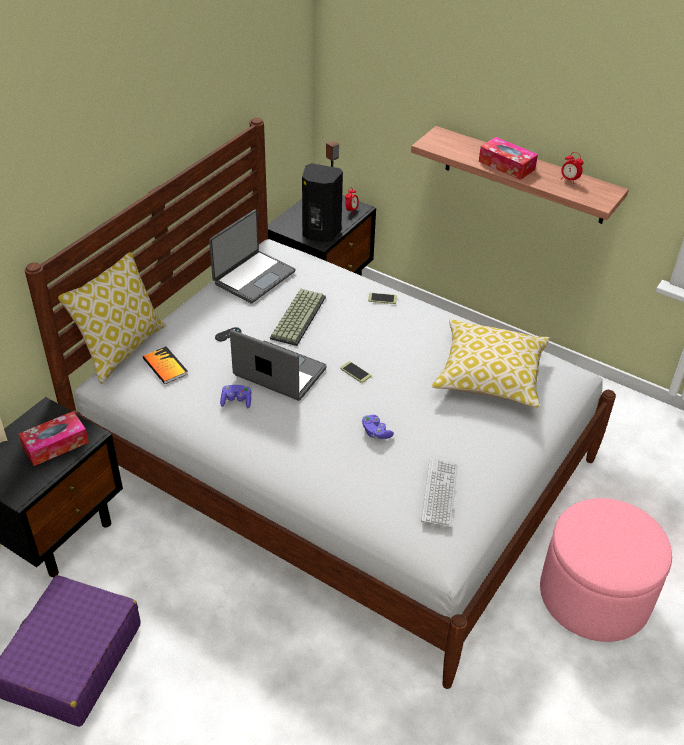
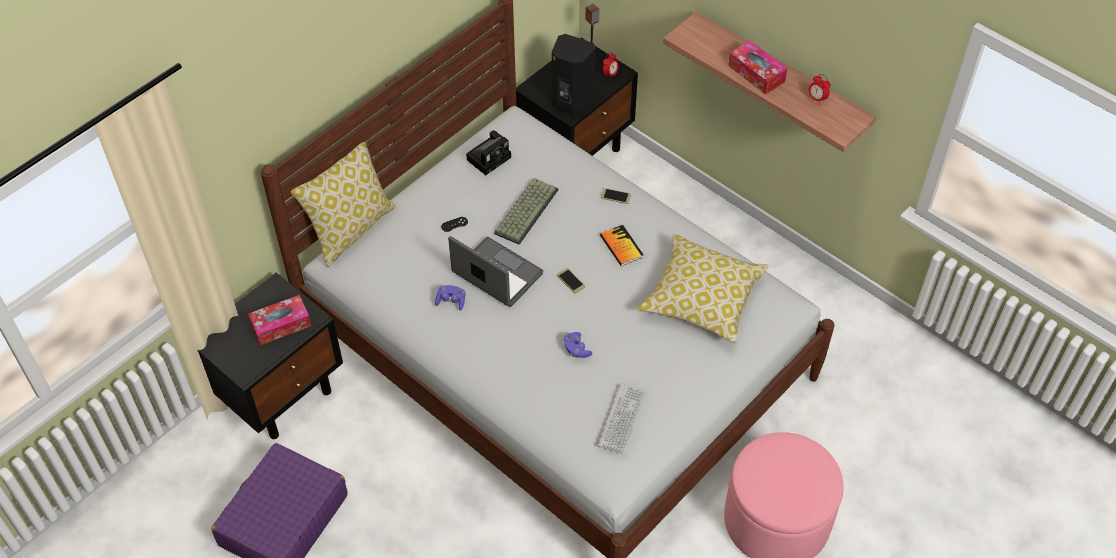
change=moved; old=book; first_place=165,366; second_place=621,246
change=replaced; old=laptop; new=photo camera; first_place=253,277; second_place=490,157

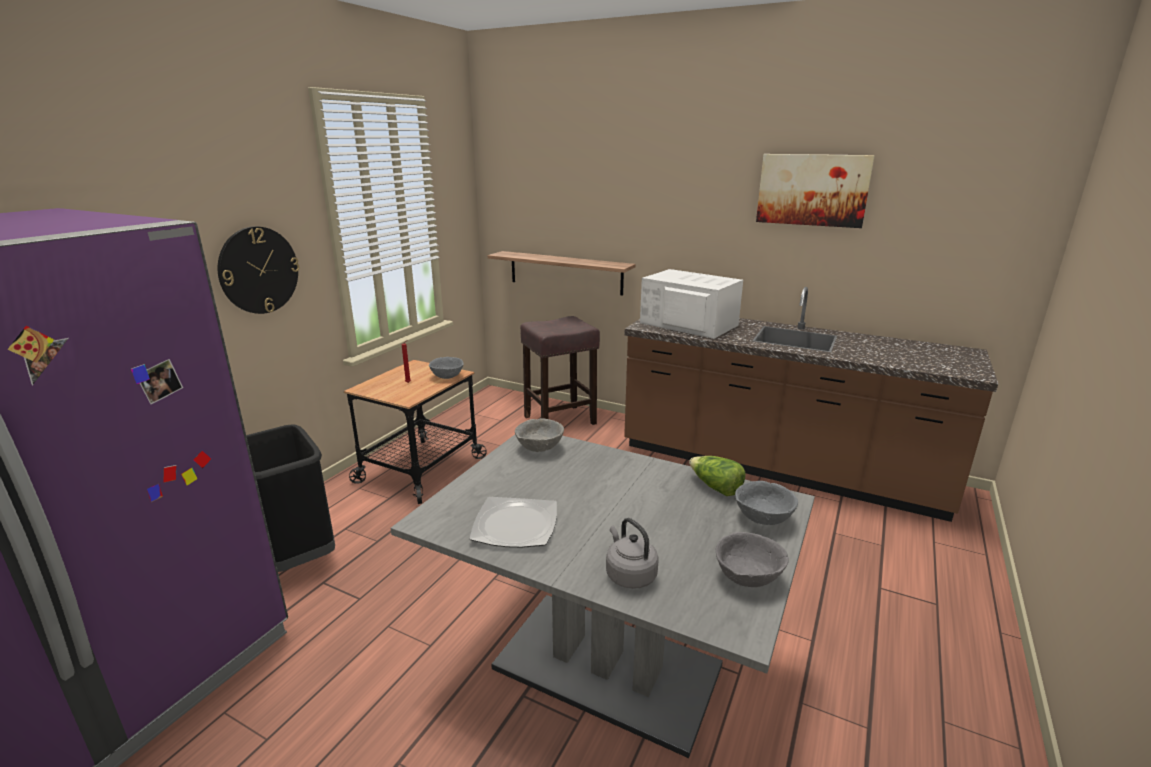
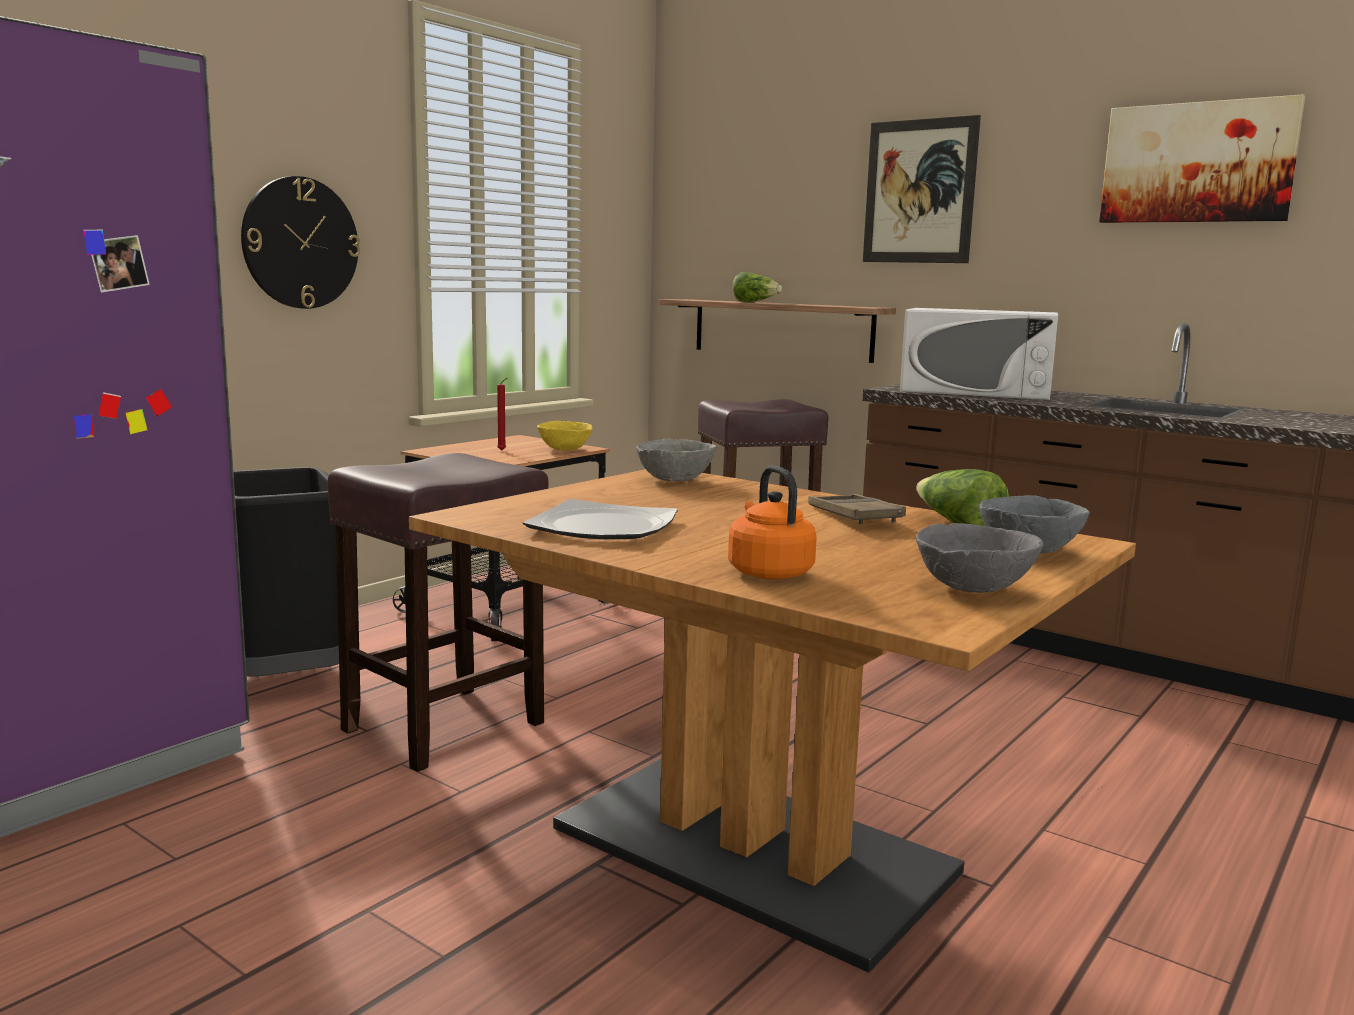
change=recoloured; old=grey dining table; new=brown dining table; first_place=607,667; second_place=752,850
change=recoloured; old=grey bowl; new=yellow bowl; first_place=447,376; second_place=565,449
change=recoloured; old=grey kettle; new=orange kettle; first_place=629,575; second_place=768,572
change=turned; old=white microwave; first_place=688,324; second_place=976,391; degrees=150
change=added; new=brown stool; second_place=446,725
change=added; new=lettuce; second_place=755,302
change=added; new=brown tray; second_place=854,517
change=added; new=picture; second_place=919,191

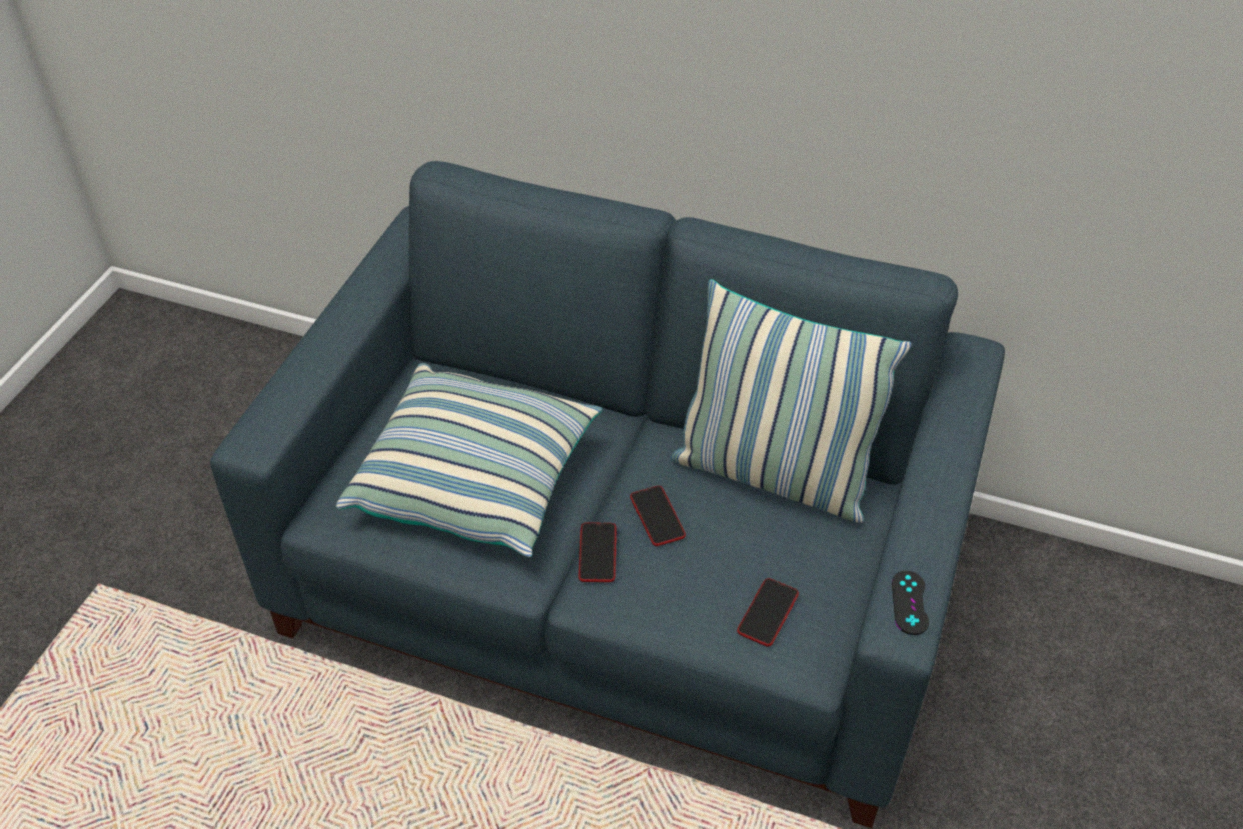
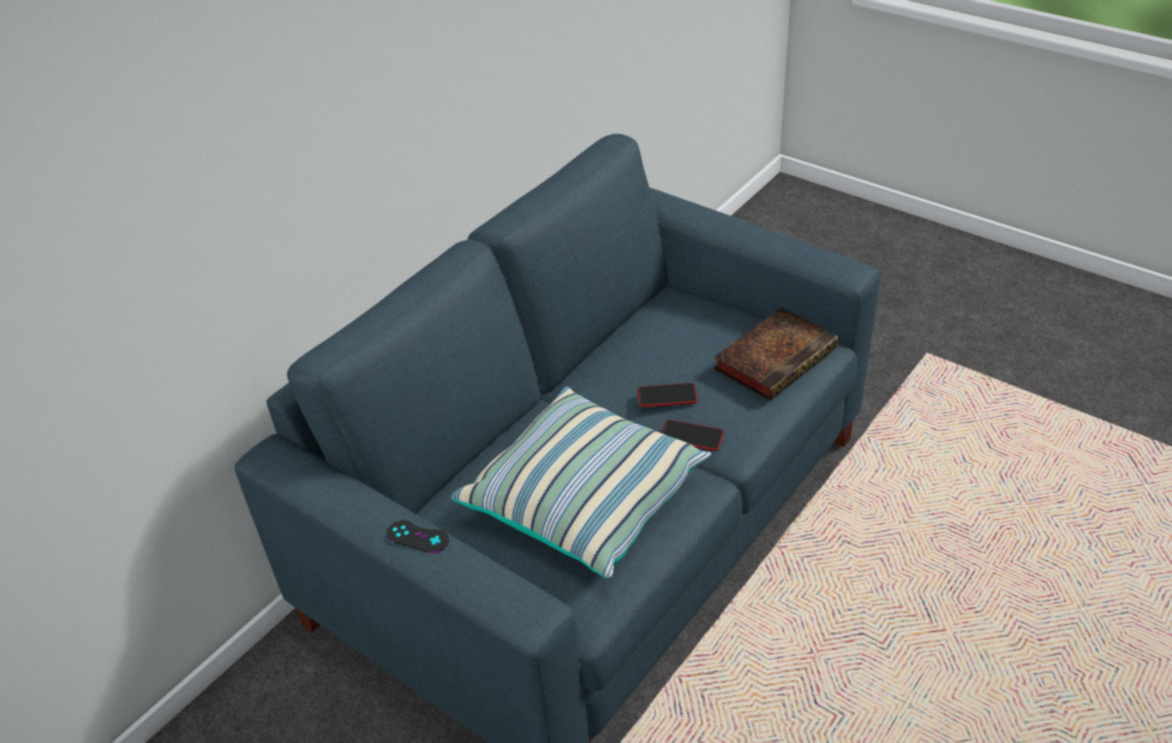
change=removed; old=pillow; first_place=772,474
change=replaced; old=phone; new=book; first_place=768,613; second_place=776,357
change=moved; old=black game controller; first_place=910,603; second_place=417,537

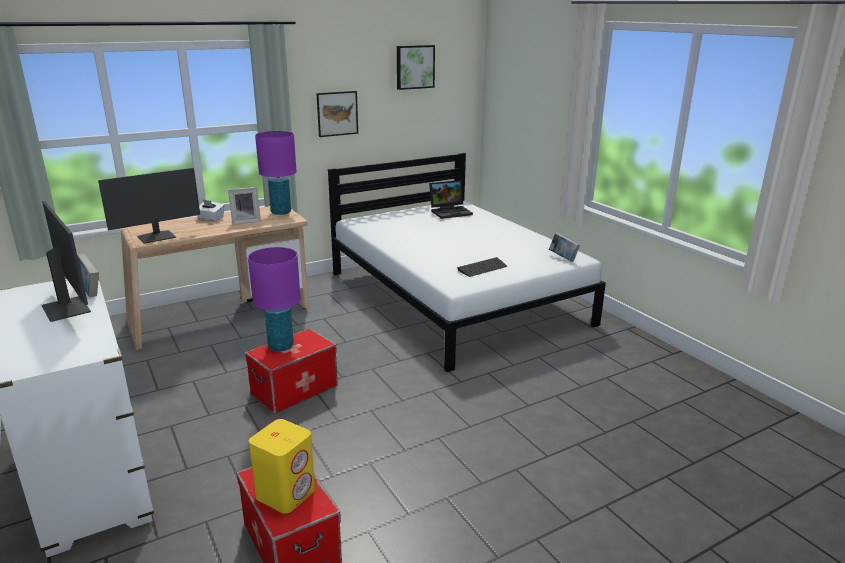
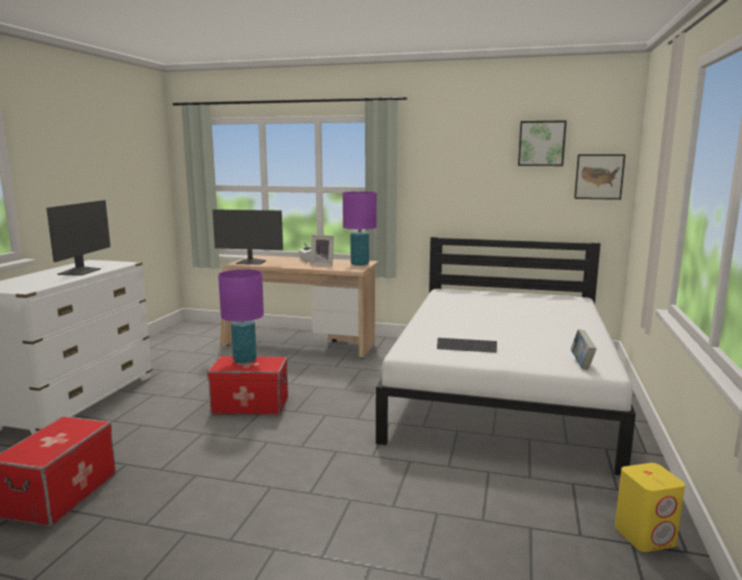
change=removed; old=book; first_place=90,290
change=moved; old=yellow speaker; first_place=286,493; second_place=645,536
change=moved; old=picture; first_place=337,113; second_place=599,176
change=removed; old=laptop; first_place=451,212

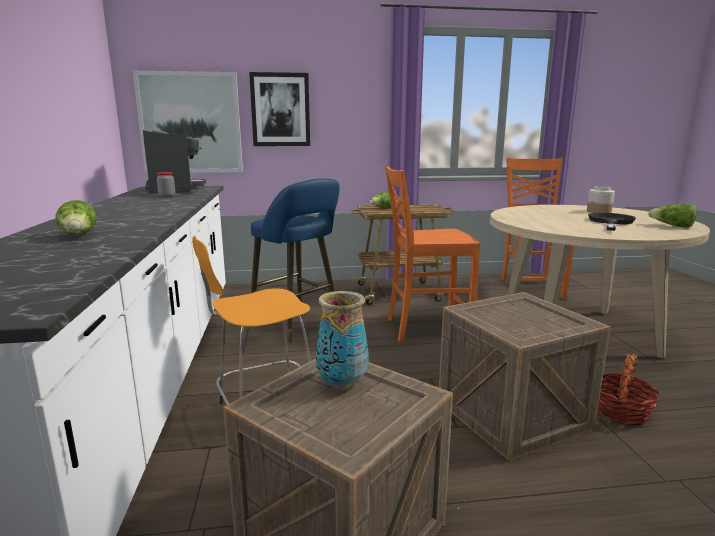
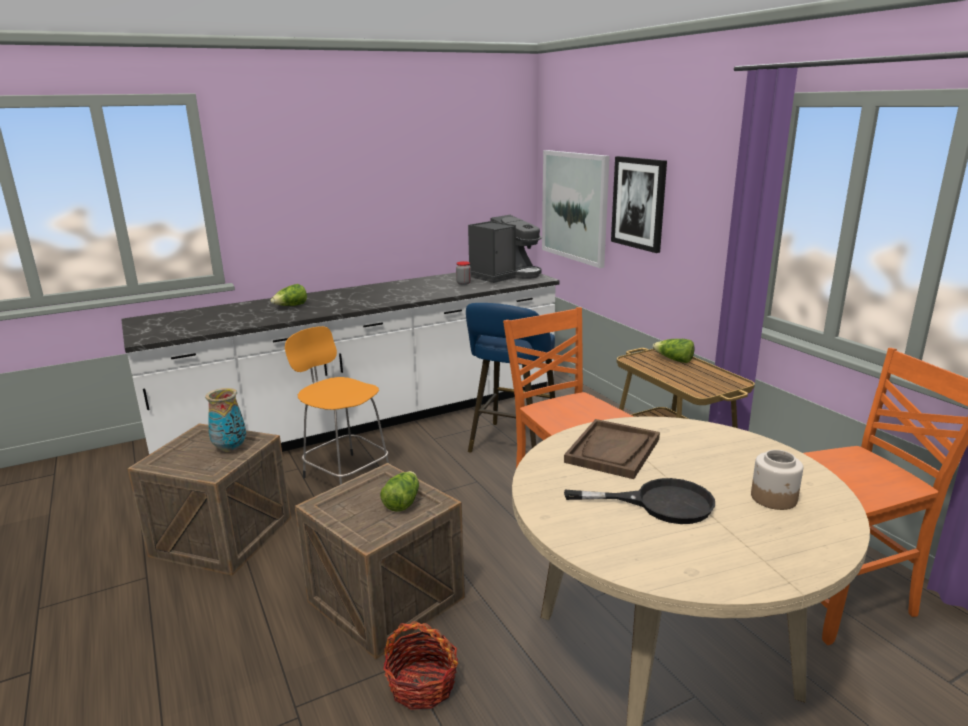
change=moved; old=lettuce; first_place=672,226; second_place=402,502
change=added; new=brown tray; second_place=613,451

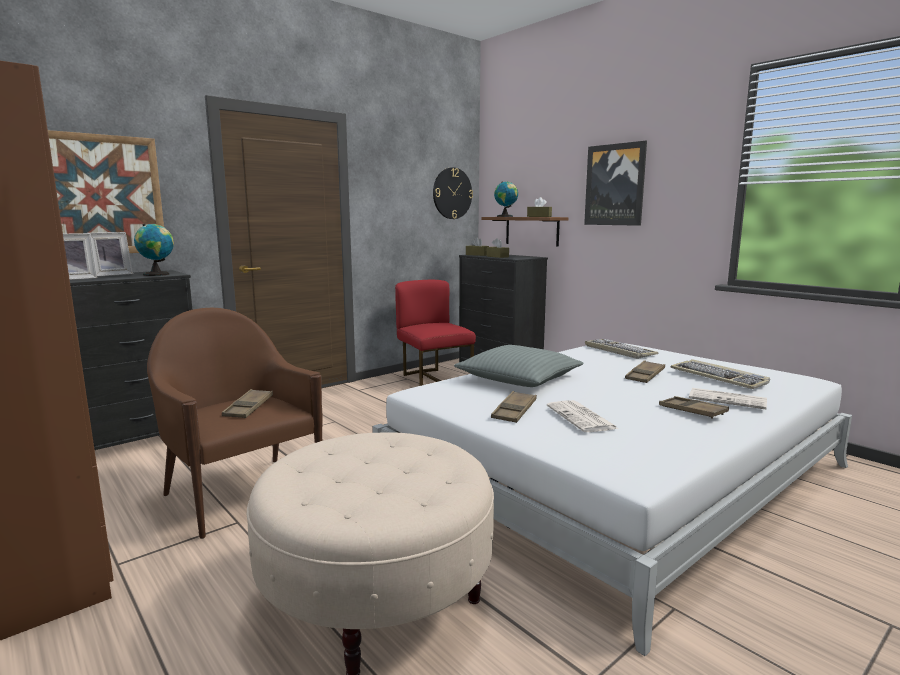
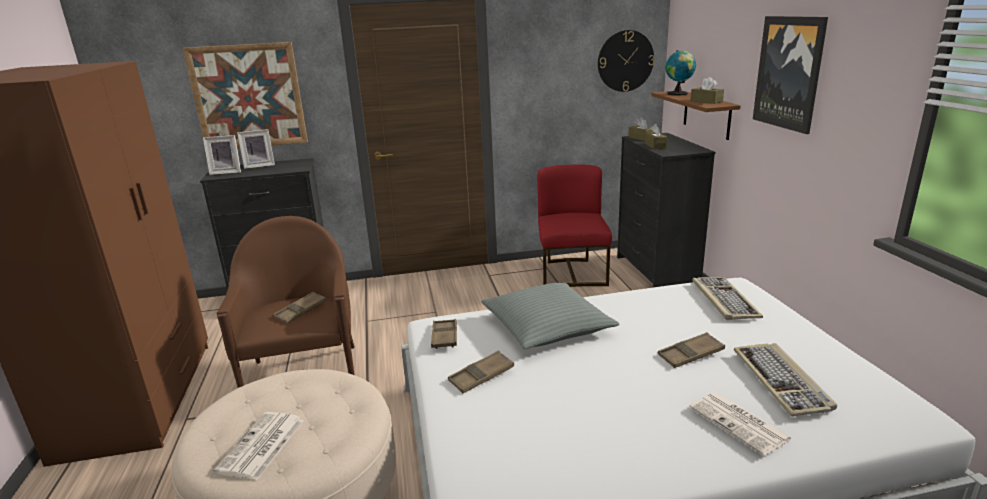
change=removed; old=globe; first_place=158,274
change=moved; old=newspaper; first_place=582,418; second_place=261,446
change=moved; old=brown tray; first_place=692,411; second_place=444,337

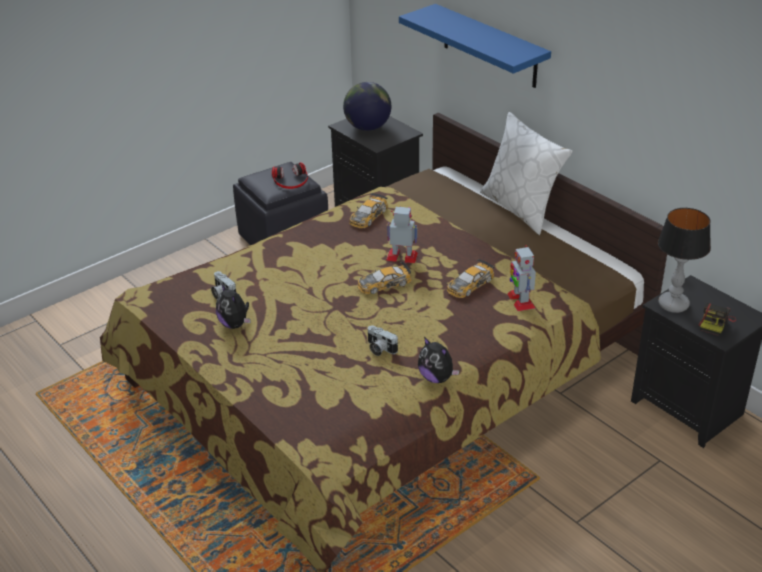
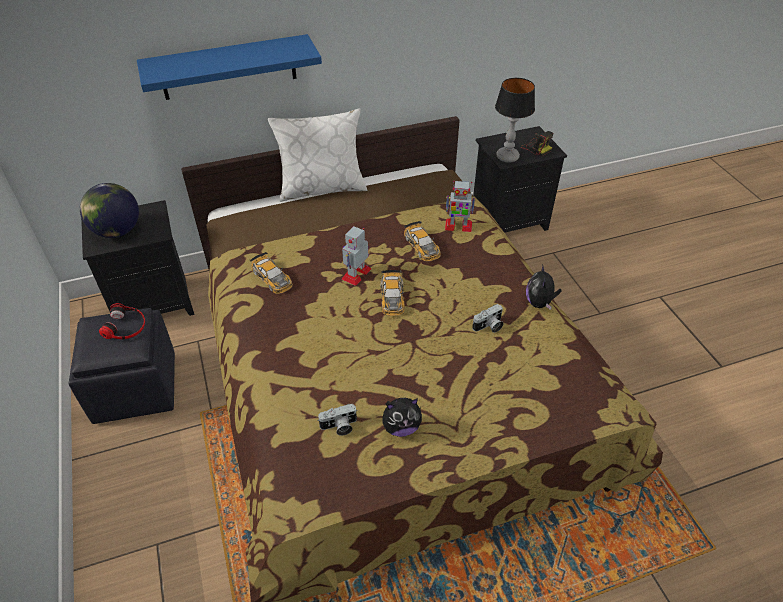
change=turned; old=plush toy; first_place=436,378; second_place=539,303; degrees=120

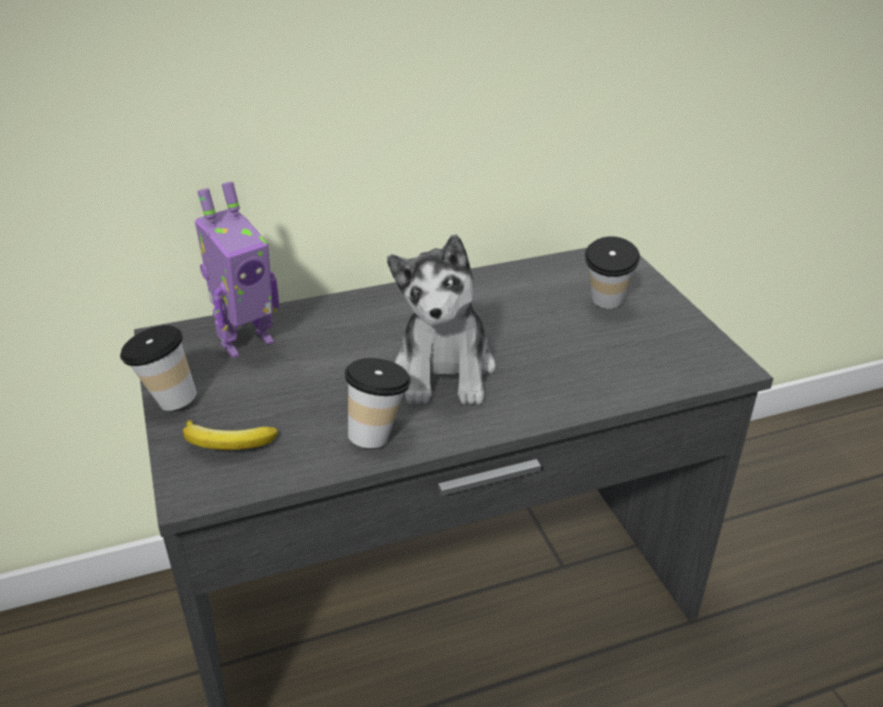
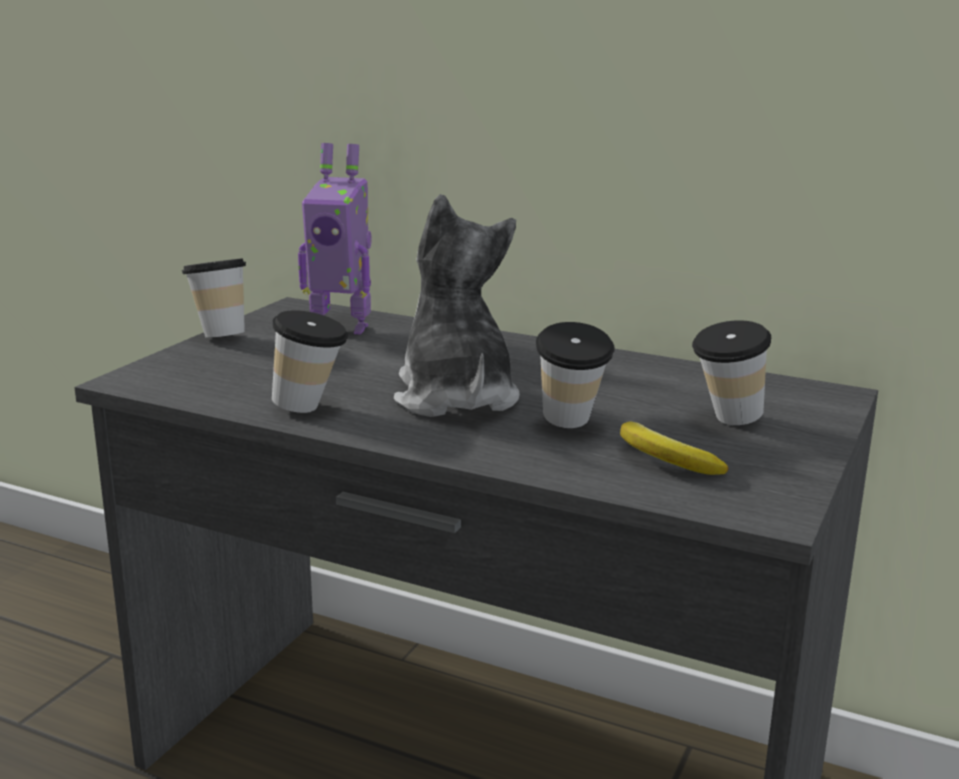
change=moved; old=banana; first_place=227,444; second_place=664,460
change=turned; old=plush toy; first_place=445,370; second_place=455,397; degrees=120
change=added; new=cup; second_place=570,426

